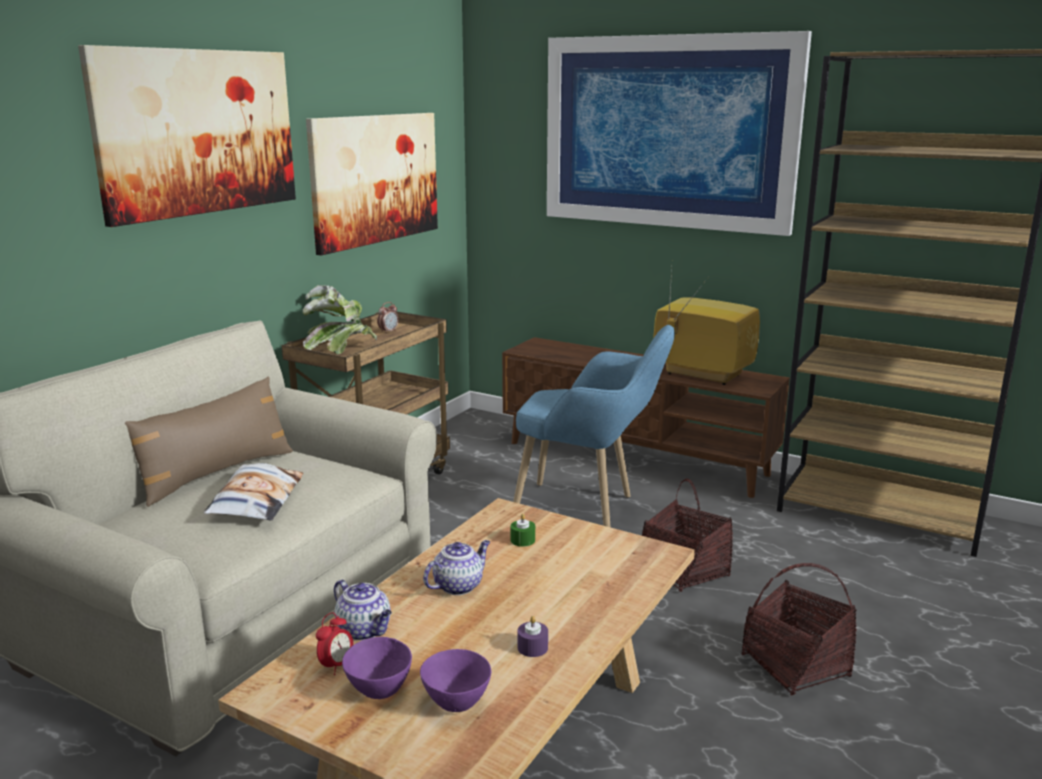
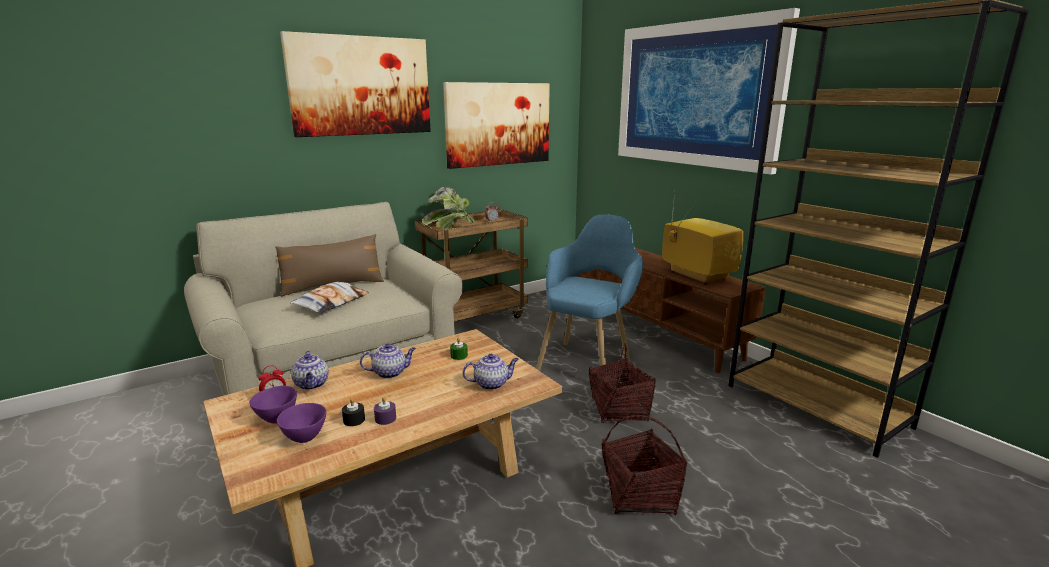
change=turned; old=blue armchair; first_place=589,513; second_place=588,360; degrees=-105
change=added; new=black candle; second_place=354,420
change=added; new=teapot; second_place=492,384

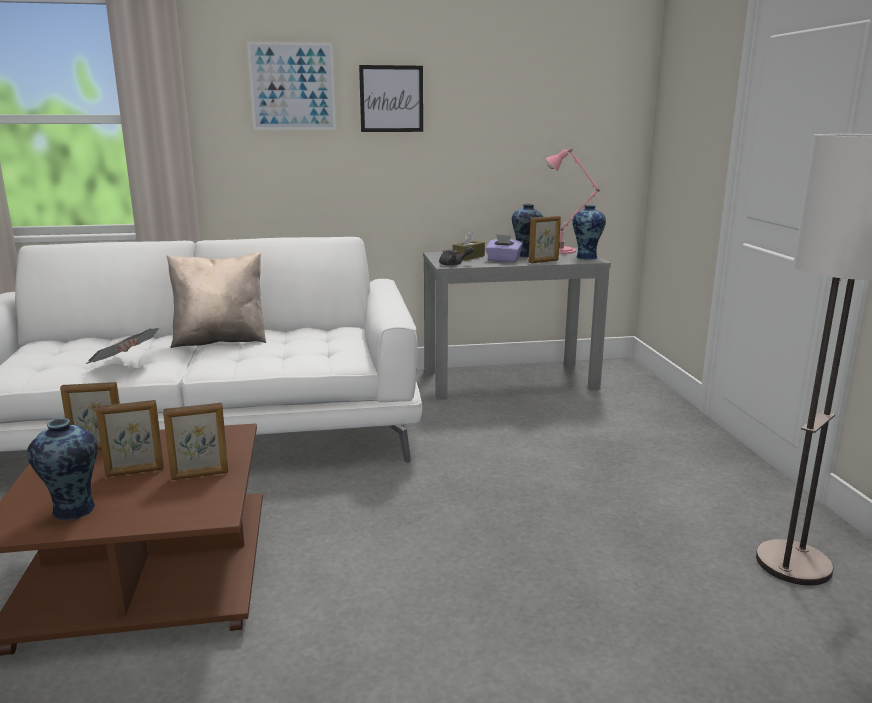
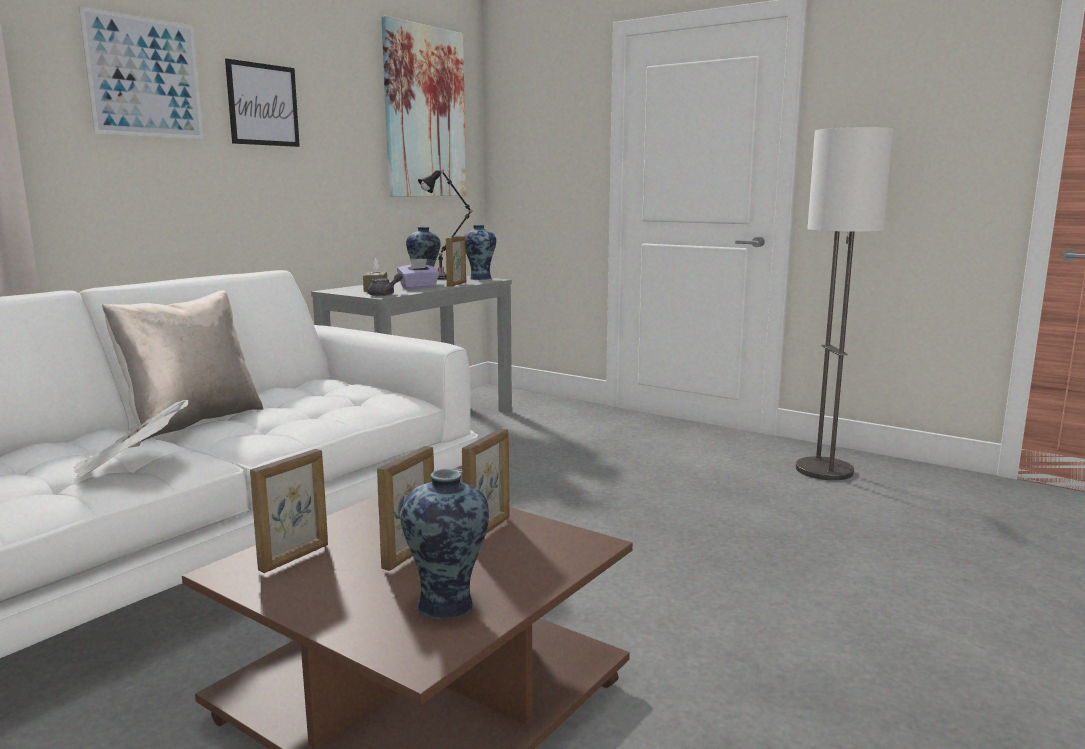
change=recoloured; old=pink table lamp; new=black table lamp; first_place=563,251; second_place=443,277
change=added; new=picture; second_place=424,112

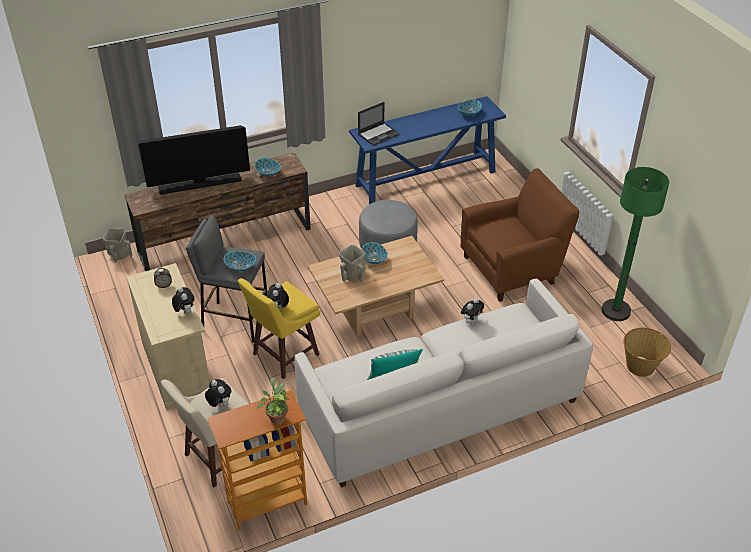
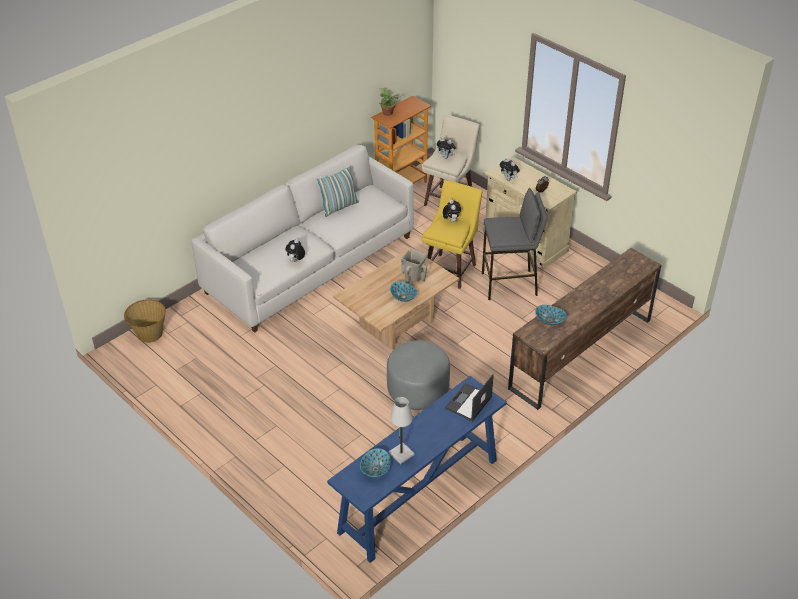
change=removed; old=beige vase; first_place=119,255
change=removed; old=television; first_place=200,183
change=removed; old=bowl; first_place=241,266
change=removed; old=brown armchair; first_place=513,268
change=removed; old=green floor lamp; first_place=615,311
change=added; new=white table lamp; second_place=401,454

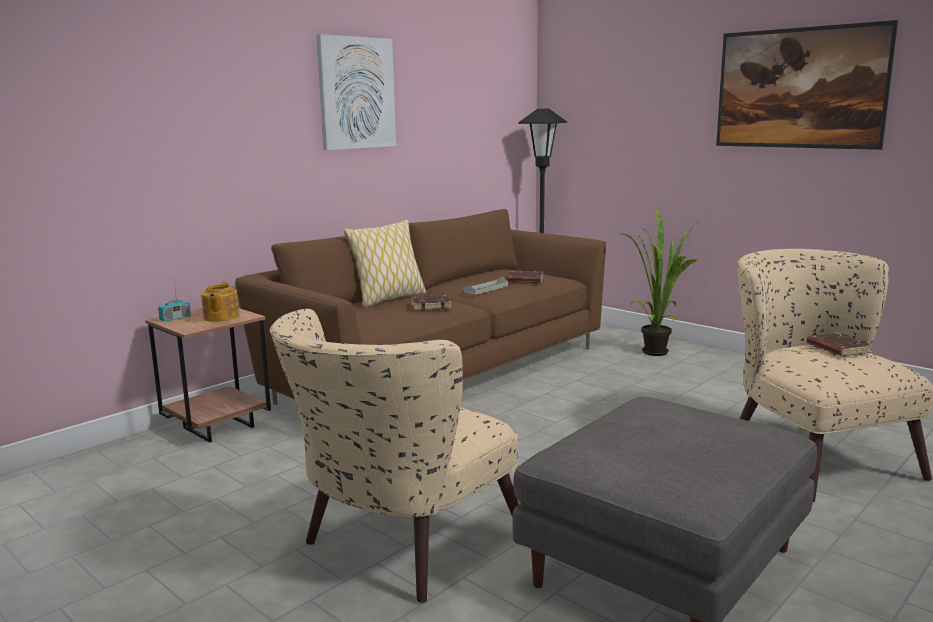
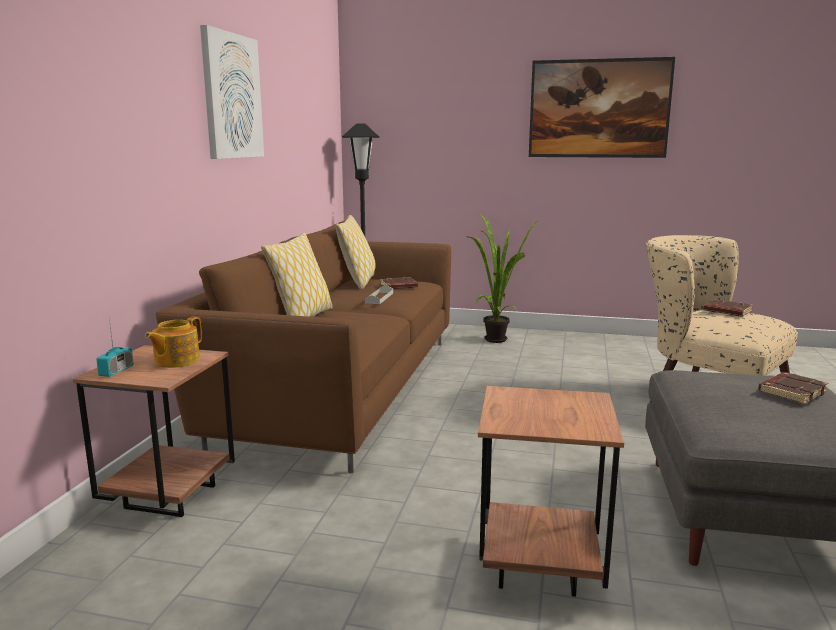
change=turned; old=teapot; first_place=220,317; second_place=176,361; degrees=60
change=replaced; old=beige armchair; new=brown side table; first_place=397,547; second_place=538,569
change=moved; old=brown book; first_place=431,306; second_place=791,392
change=added; new=pillow; second_place=358,283

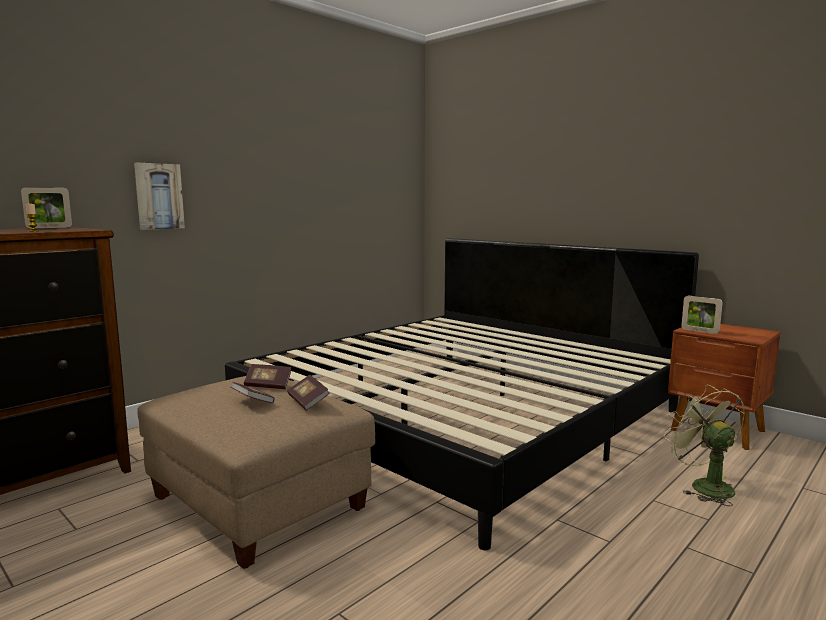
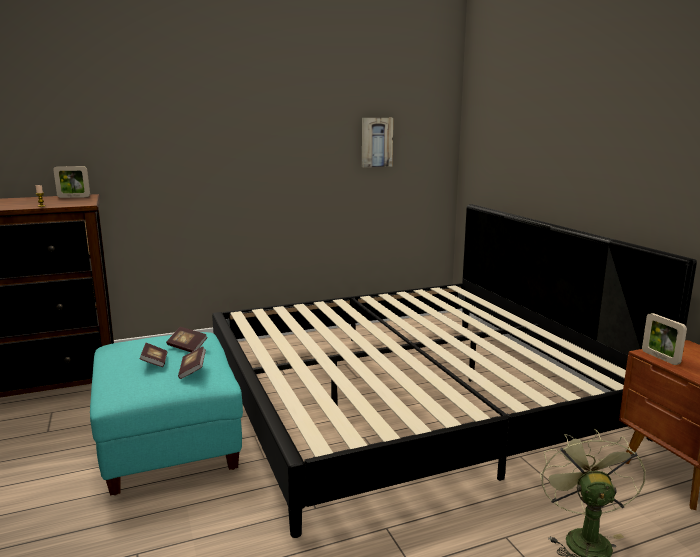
change=moved; old=picture; first_place=158,196; second_place=376,142
change=recoloured; old=beige ottoman; new=turquoise ottoman; first_place=259,504; second_place=170,443

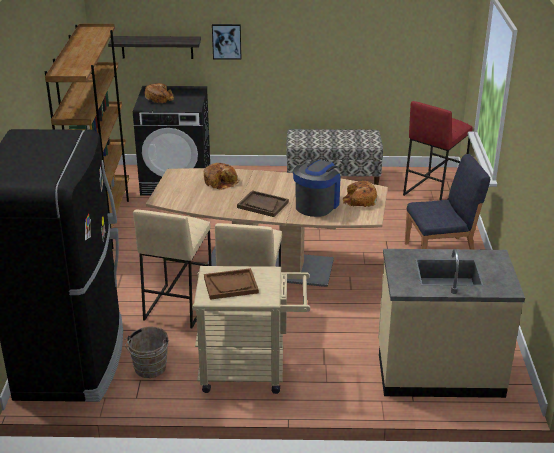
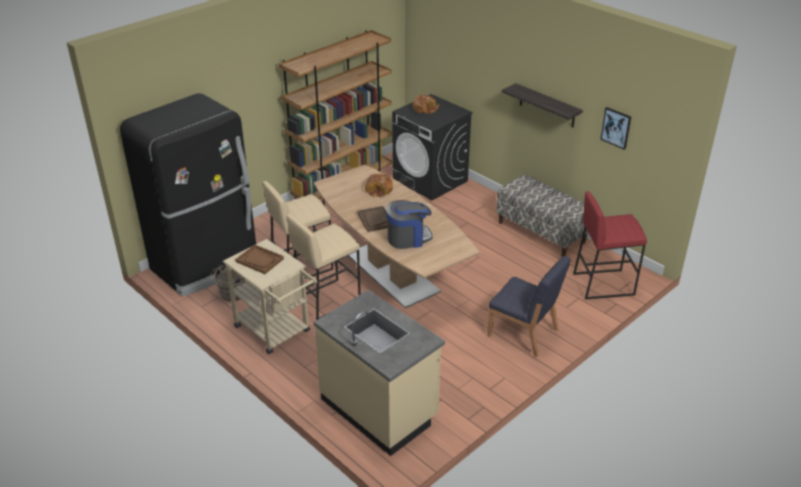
change=moved; old=shelf; first_place=157,47; second_place=547,106
change=moved; old=picture; first_place=226,41; second_place=616,127
change=removed; old=bread; first_place=359,200

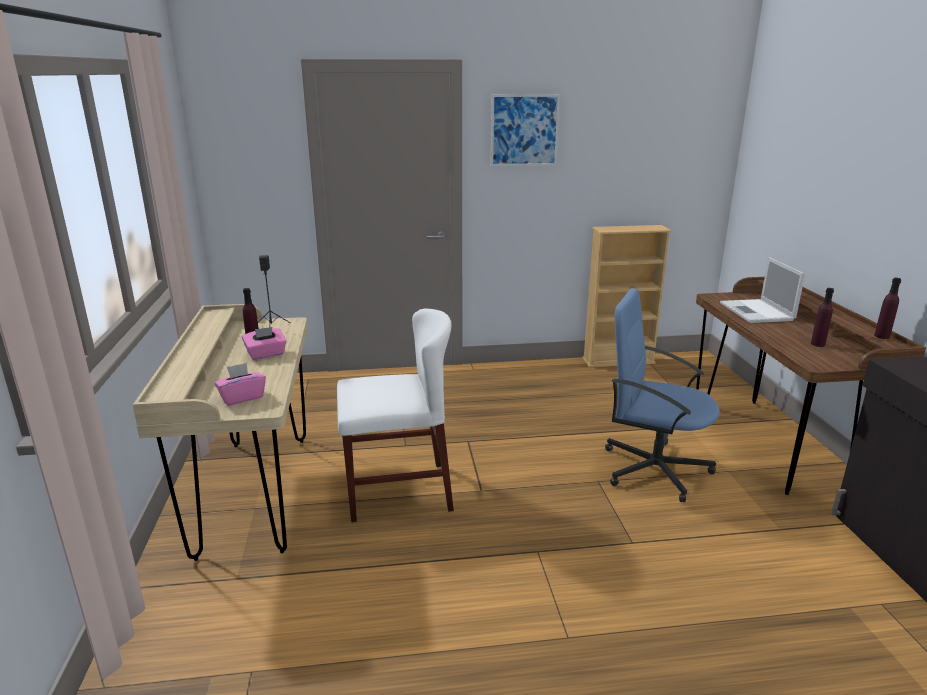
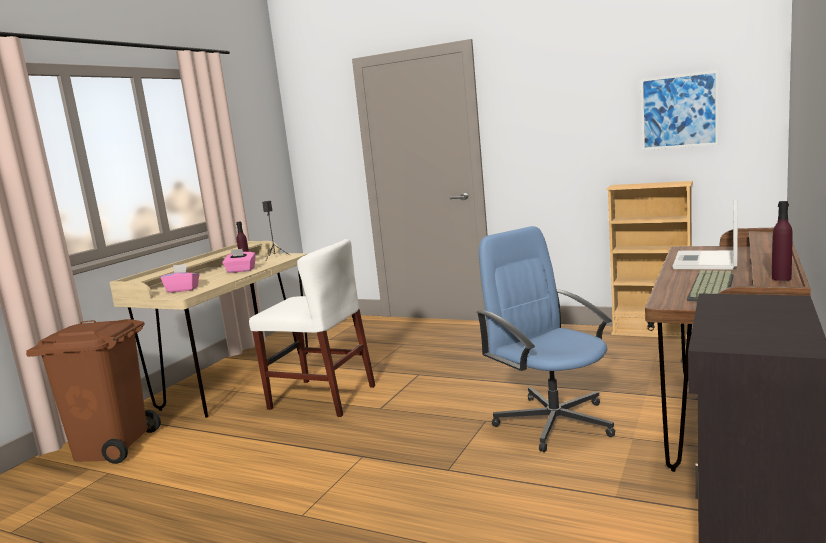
change=moved; old=picture; first_place=524,130; second_place=679,111
change=replaced; old=purple bottle; new=keyboard; first_place=817,344; second_place=713,288
change=added; new=brown trash can; second_place=112,446

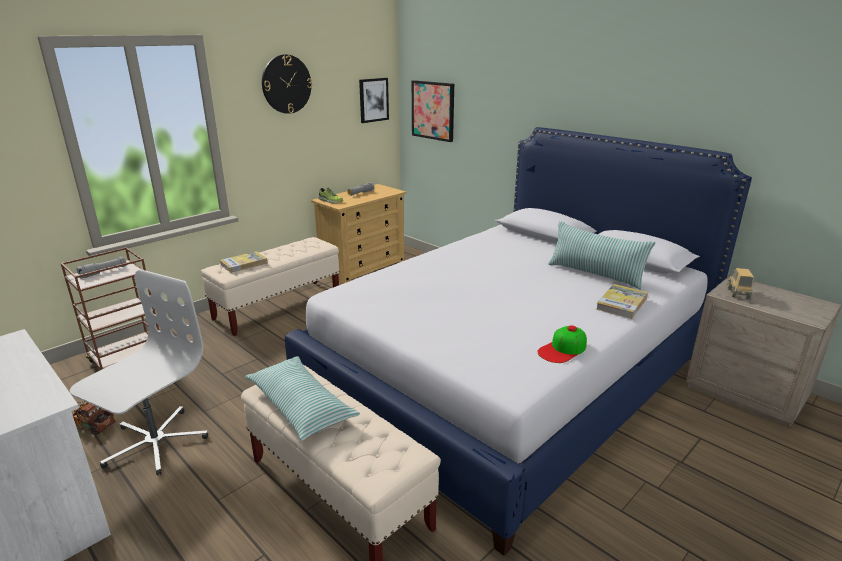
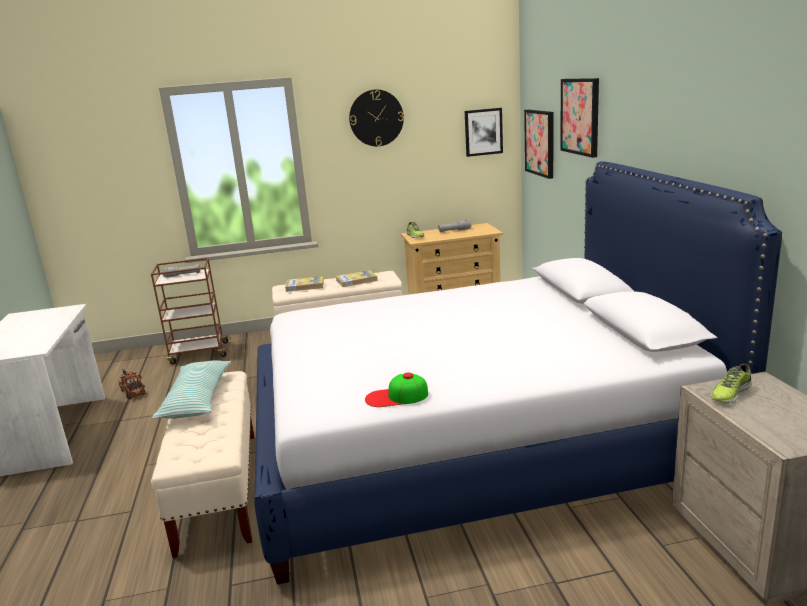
change=removed; old=white office chair; first_place=155,443
change=removed; old=pillow; first_place=595,274
change=moved; old=book; first_place=621,303; second_place=356,280
change=replaced; old=toy truck; new=shoe; first_place=737,293; second_place=730,393
change=added; new=picture; second_place=580,116

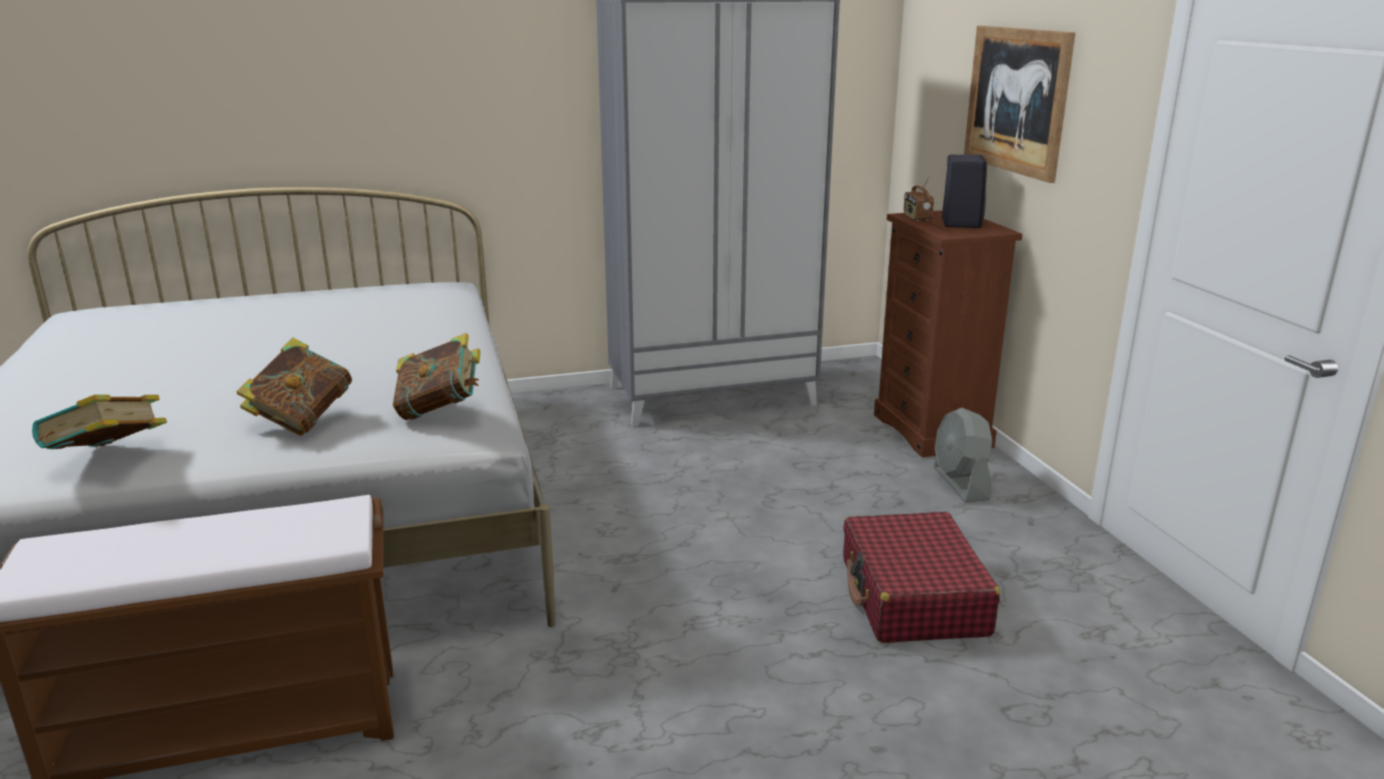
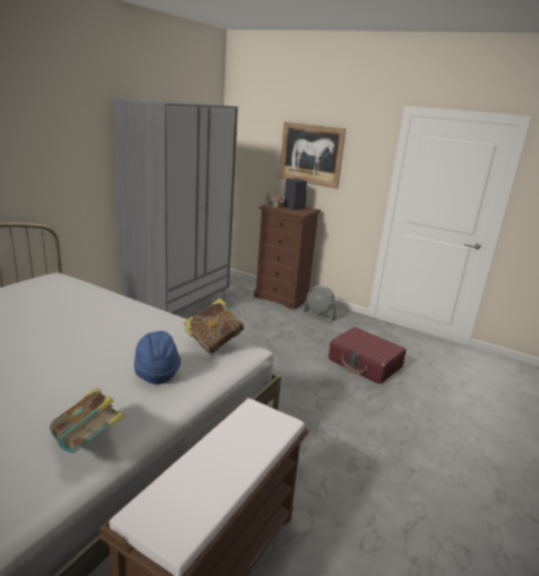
change=replaced; old=book; new=blue hat; first_place=302,420; second_place=156,374

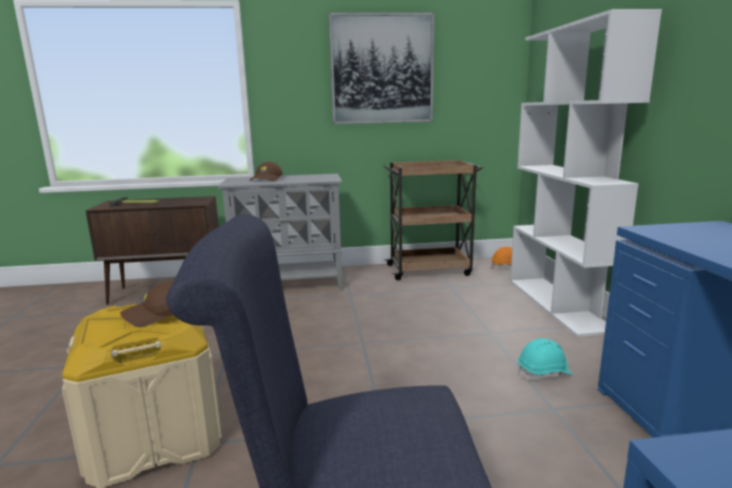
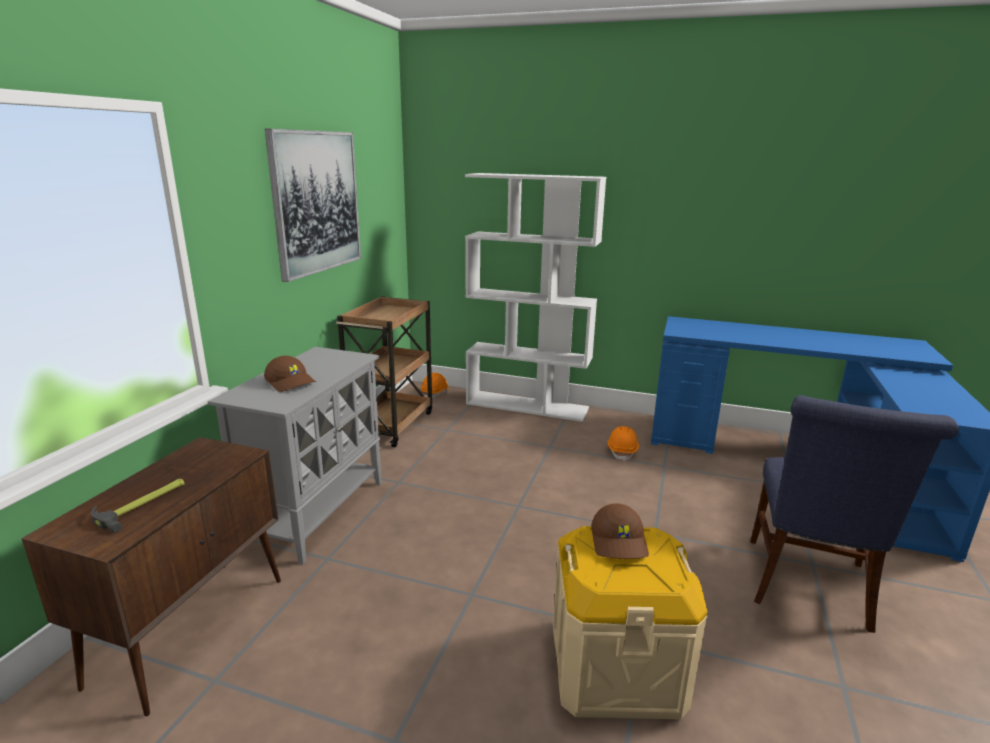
change=recoloured; old=turquoise hard hat; new=orange hard hat; first_place=544,373; second_place=622,451

